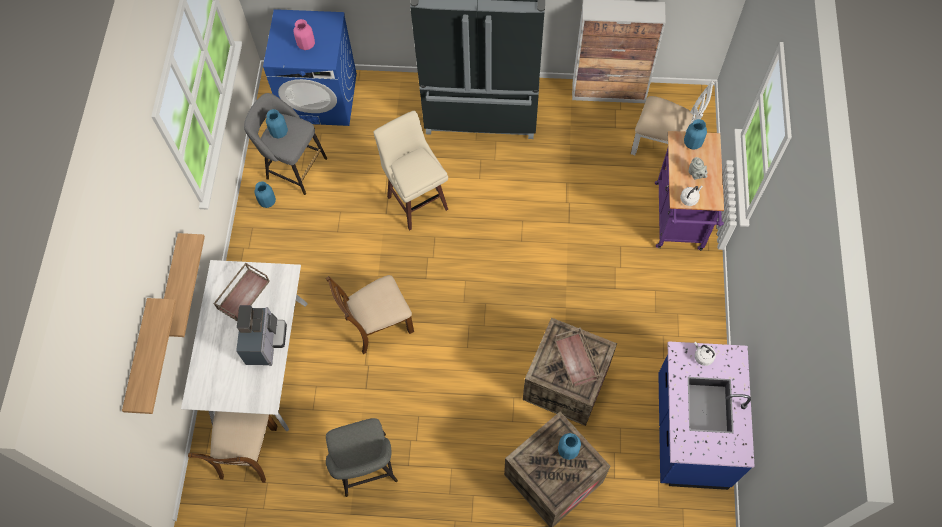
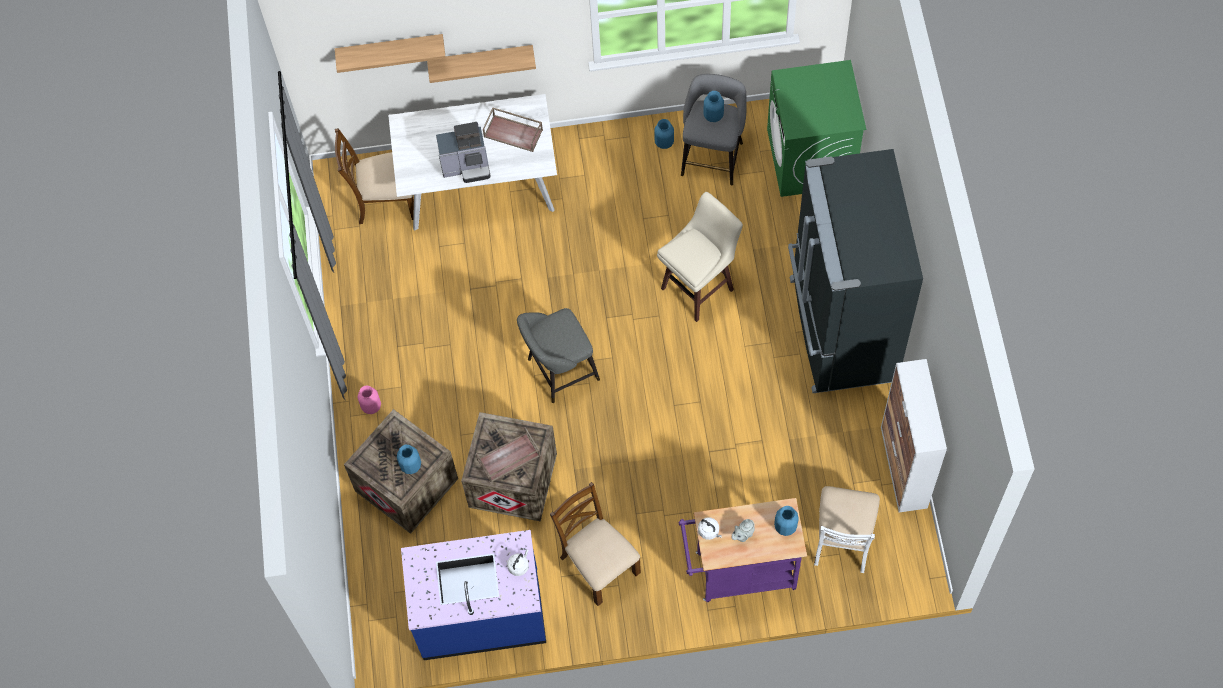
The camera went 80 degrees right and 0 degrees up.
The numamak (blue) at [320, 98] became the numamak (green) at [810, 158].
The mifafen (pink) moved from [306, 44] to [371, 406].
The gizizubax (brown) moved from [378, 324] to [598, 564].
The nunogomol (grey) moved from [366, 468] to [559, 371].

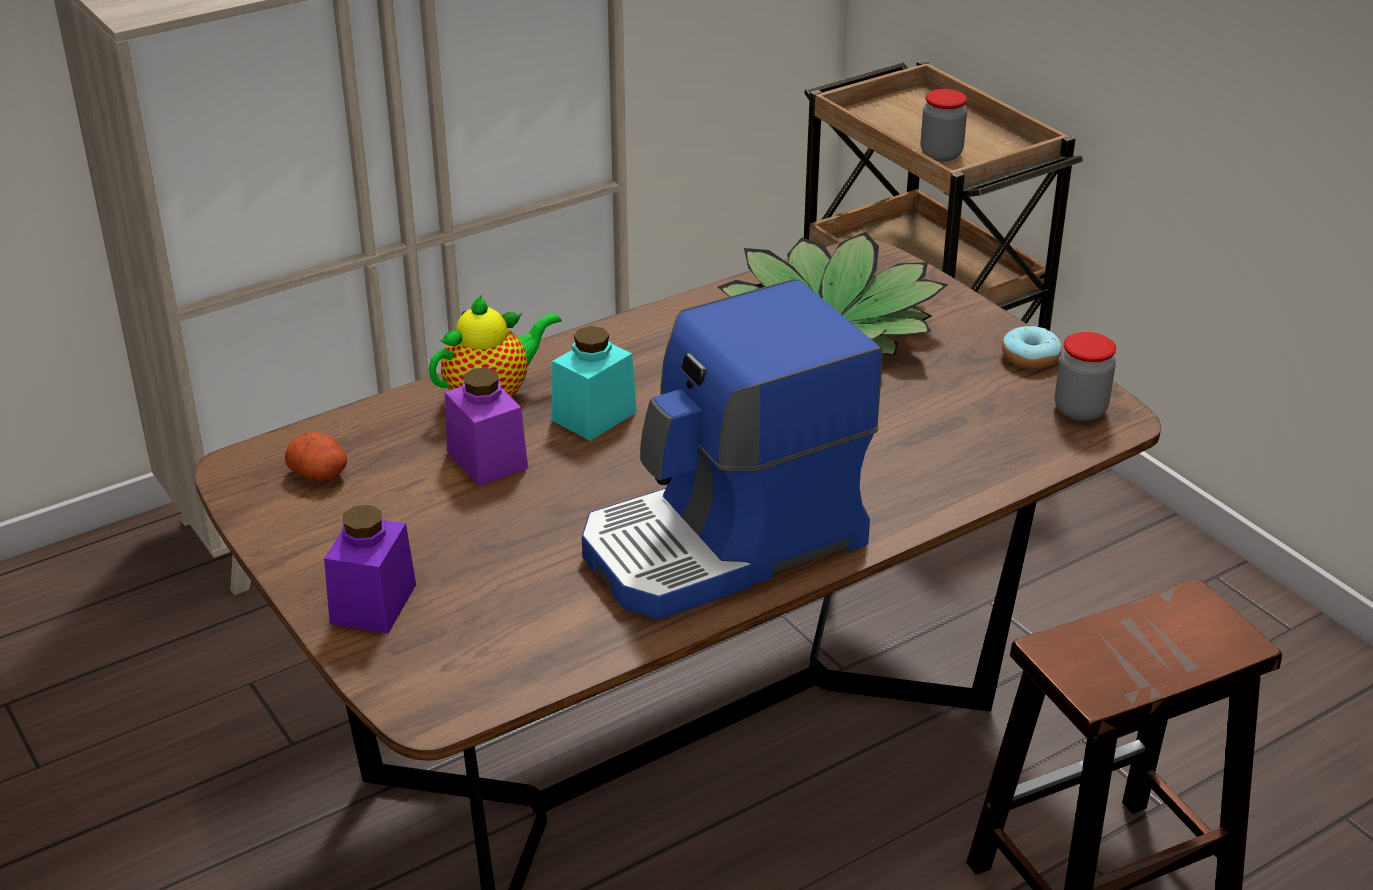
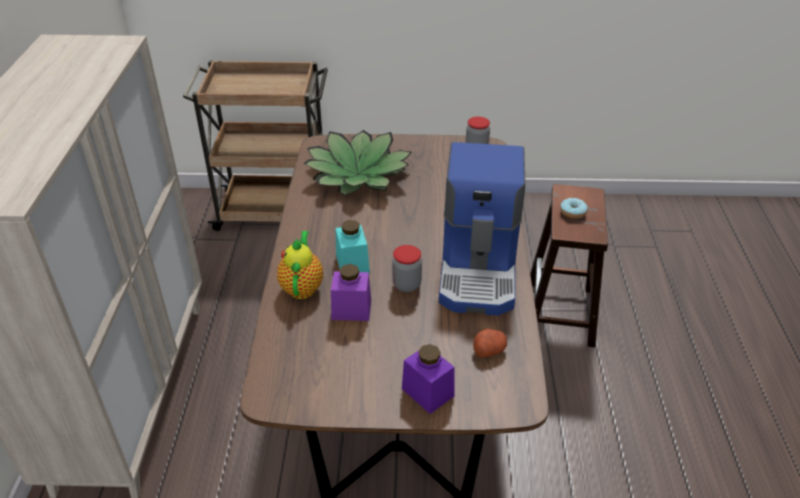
The camera went 55 degrees left and 5 degrees up.
The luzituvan moved from [320, 473] to [489, 350].
The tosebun moved from [941, 154] to [406, 285].
The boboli moved from [1030, 357] to [573, 212].

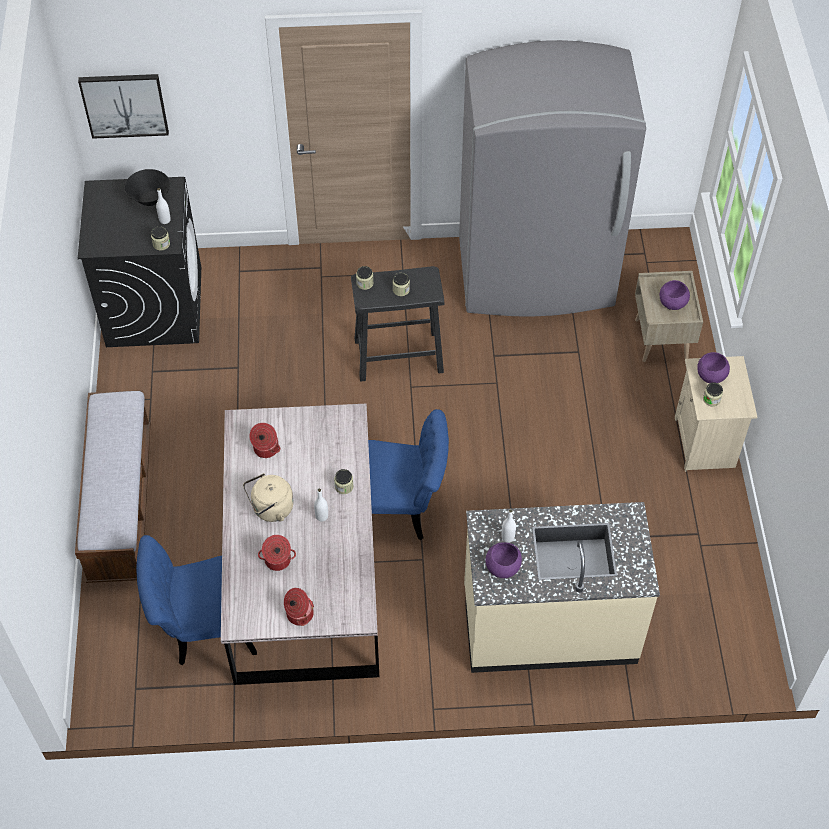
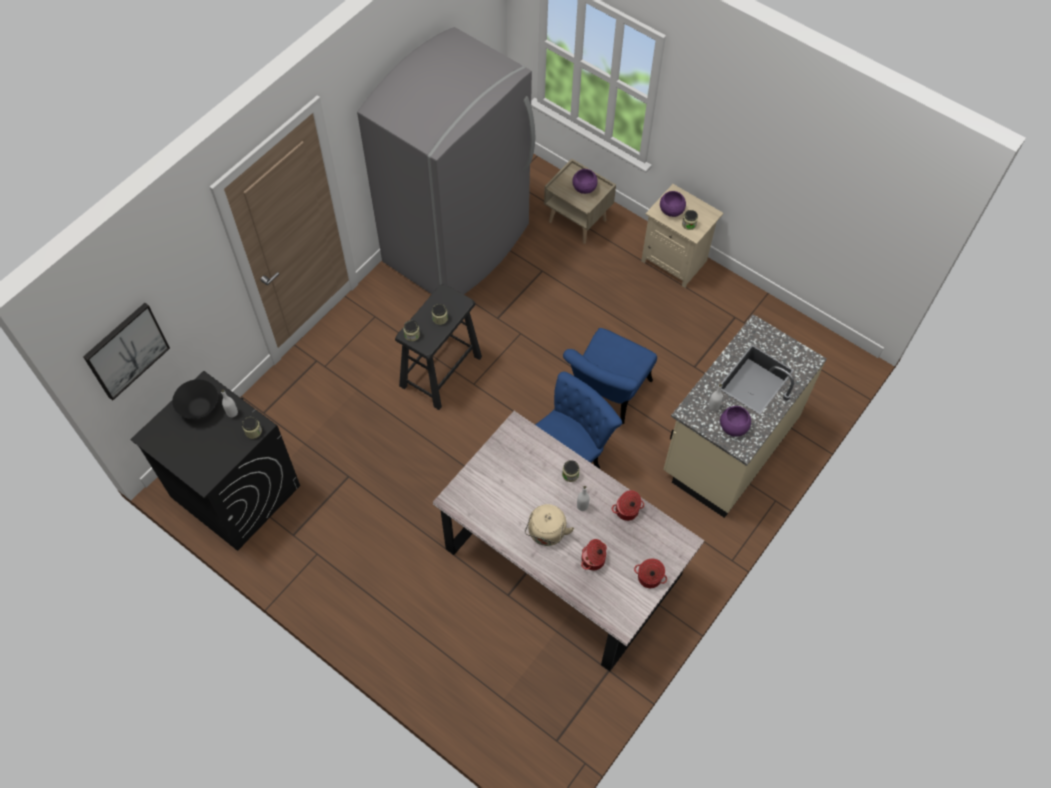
The camera went 50 degrees left and 5 degrees up.
The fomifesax at [121, 504] disappeared.
The gizizubax (blue) moved from [202, 628] to [606, 396].
The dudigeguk moved from [265, 449] to [627, 511].

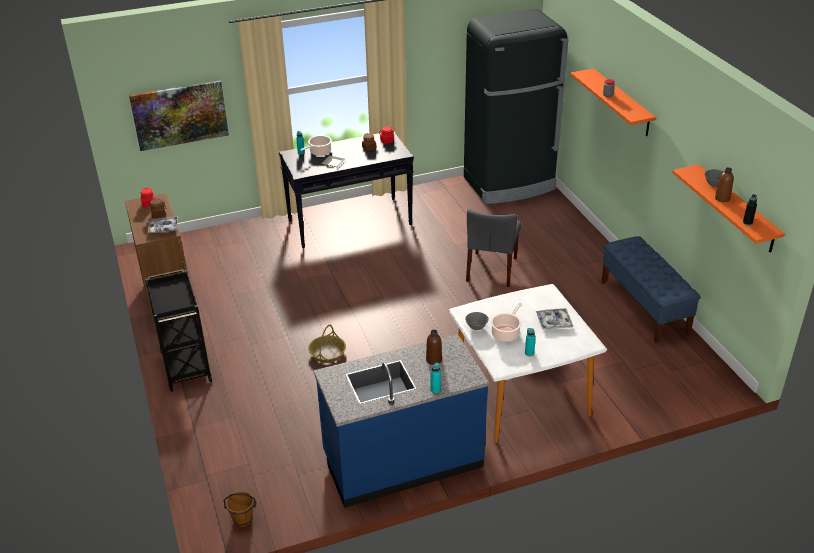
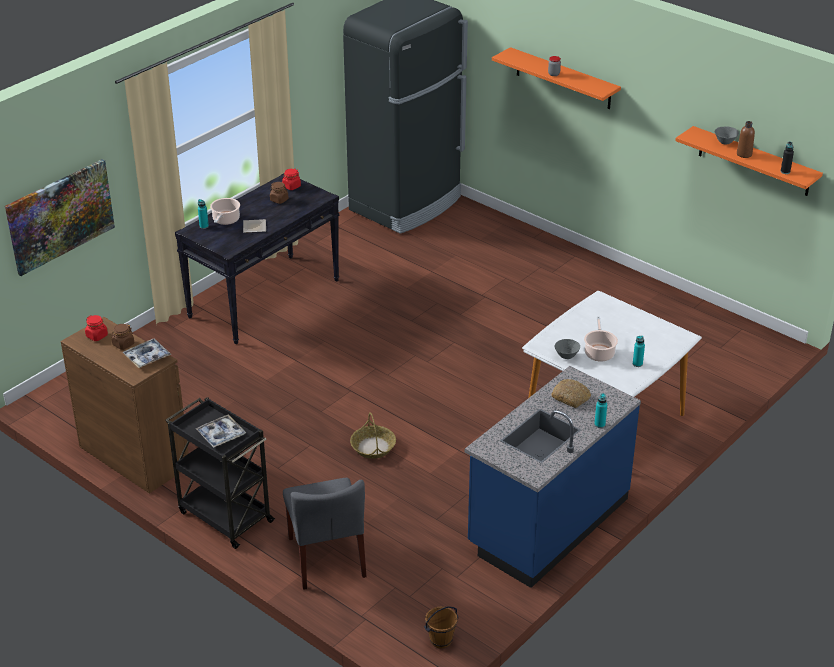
The camera went 30 degrees left and 0 degrees up.
The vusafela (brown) at [434, 360] was replaced by the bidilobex at [571, 397].
The gizizubax (grey) moved from [492, 269] to [327, 557].
The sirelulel moved from [554, 322] to [221, 435].
The fomifesax (blue) at [644, 307] disappeared.

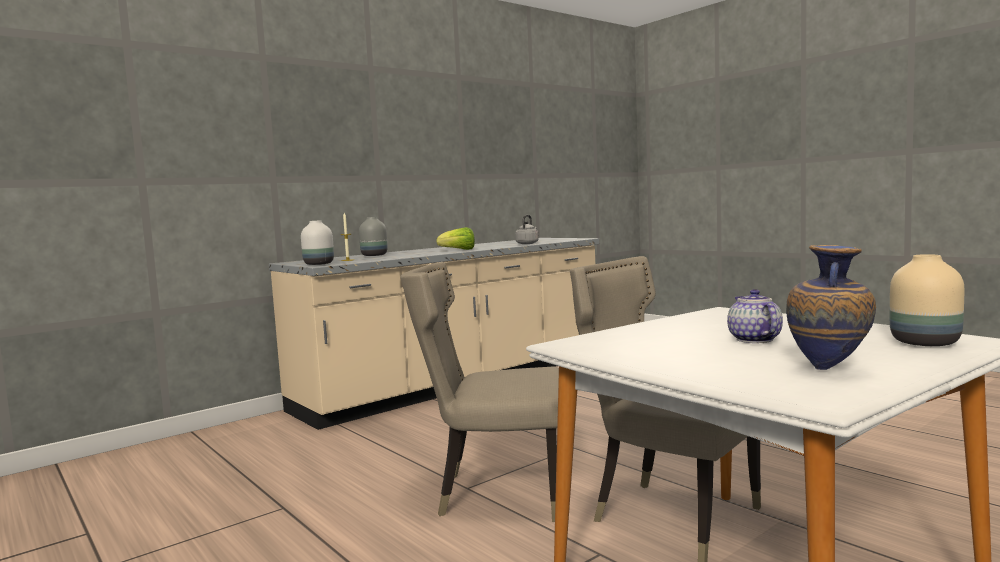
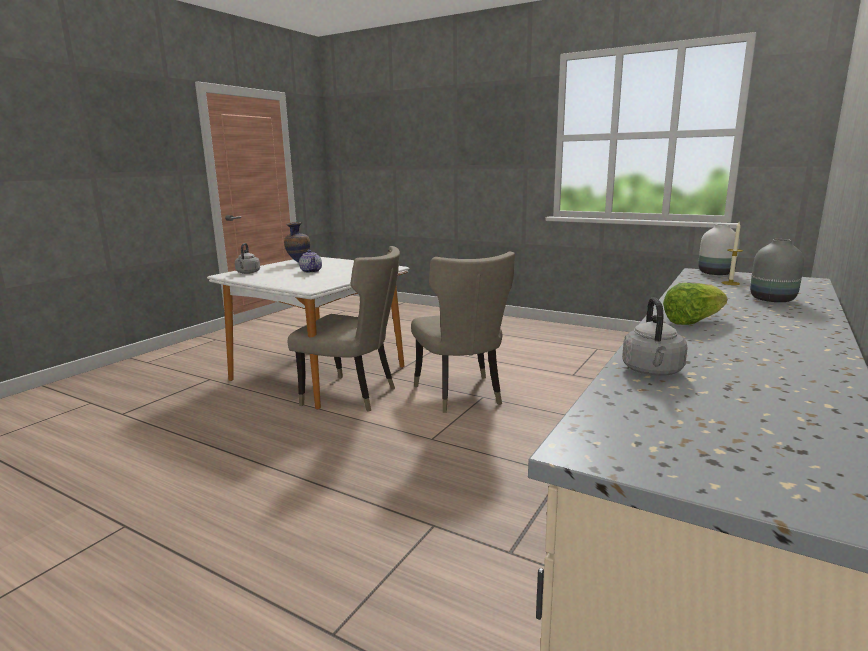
The camera went 160 degrees right and 10 degrees up.
The gizizubax (beige) at [495, 493] turned 90 degrees clockwise.
The mifafen (beige) at [923, 343] was replaced by the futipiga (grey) at [247, 273].

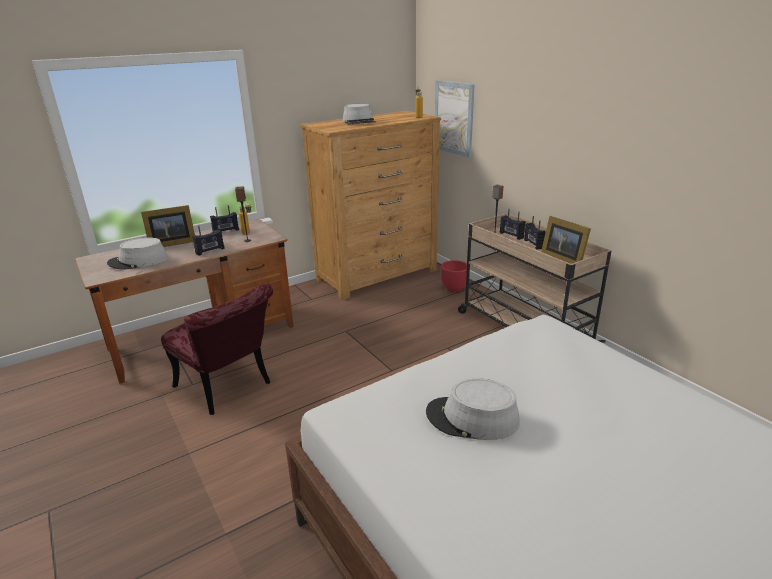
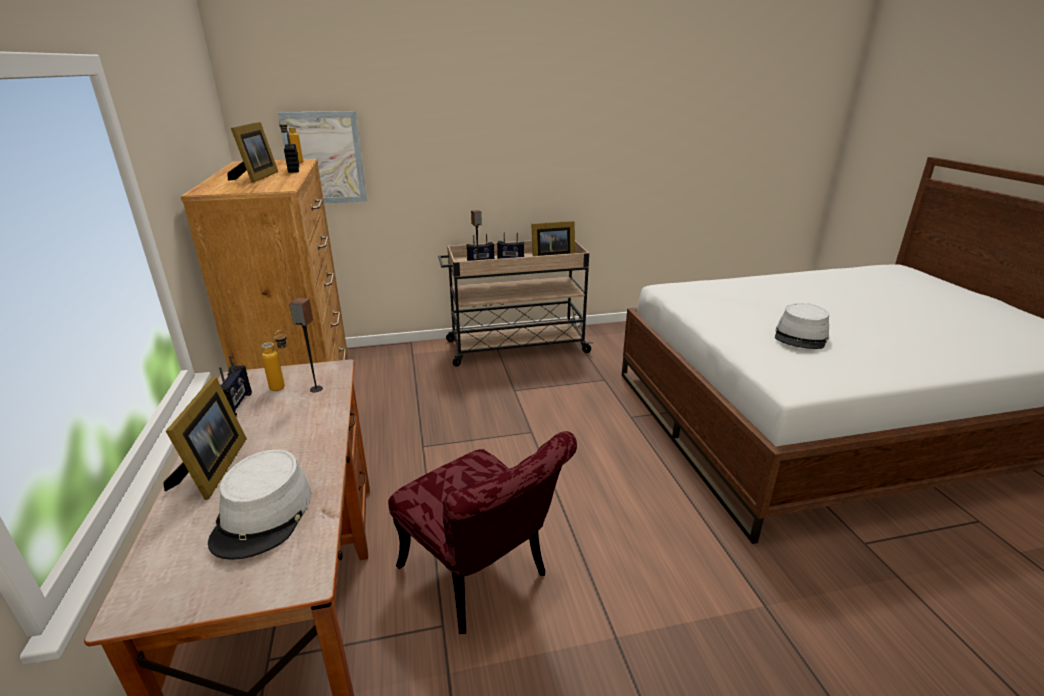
The camera went 70 degrees left and 0 degrees up.
The gizizubax (red) at [228, 388] turned 75 degrees clockwise.
The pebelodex moved from [210, 251] to [294, 170].
The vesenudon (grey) at [359, 122] was replaced by the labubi at [256, 177].
The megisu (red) at [454, 289] disappeared.

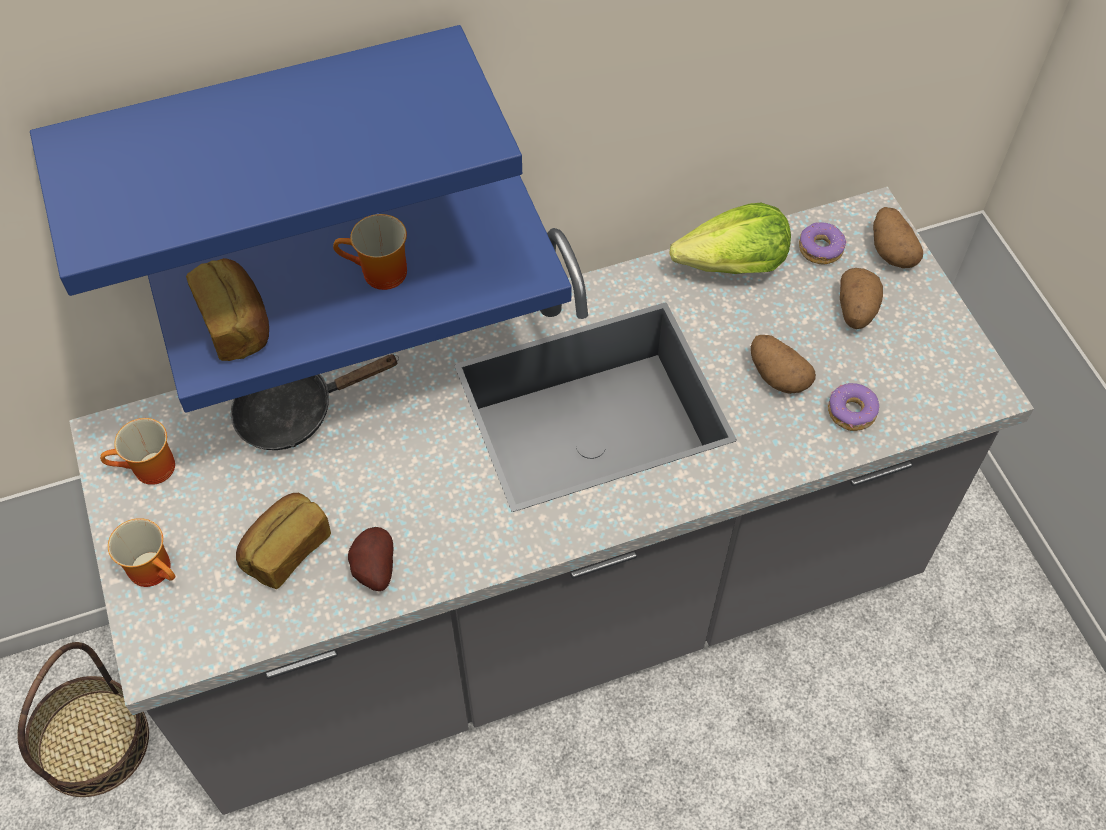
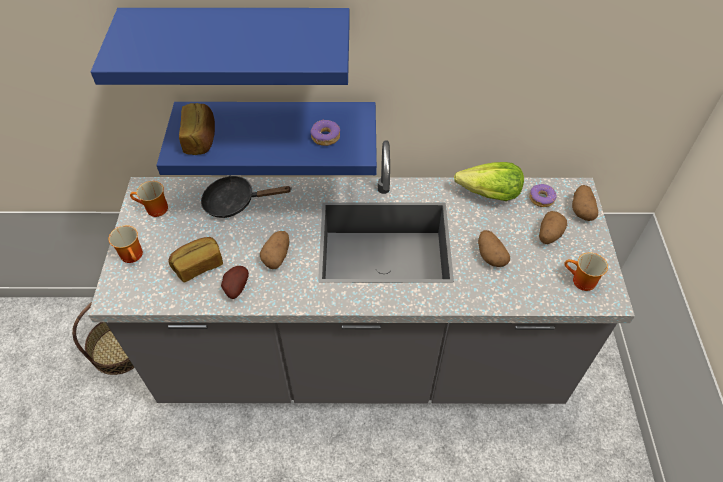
The camera went 20 degrees right and 5 degrees down.
The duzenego moved from [379, 275] to [580, 282].
The boboli moved from [851, 412] to [325, 137].
The luzituvan at [277, 256] appeared.

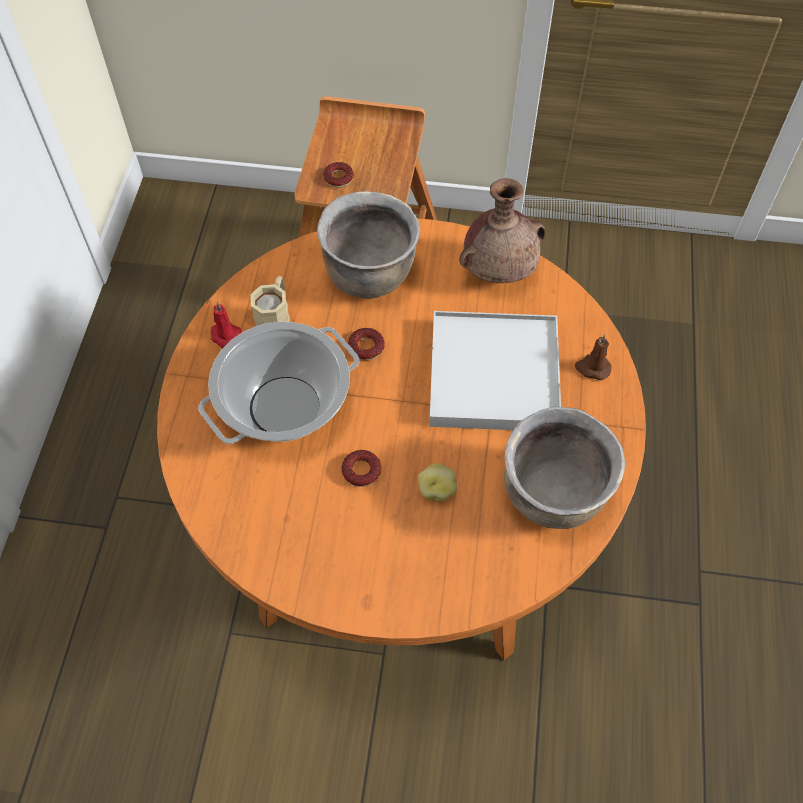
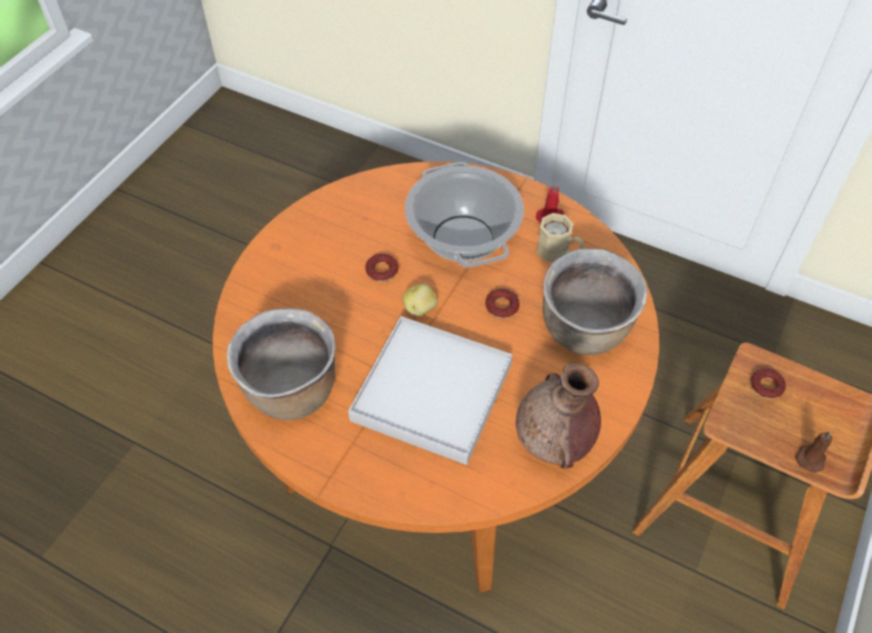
The camera went 110 degrees right and 5 degrees down.
The luzituvan moved from [437, 489] to [420, 308].
The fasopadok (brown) moved from [592, 368] to [810, 457].

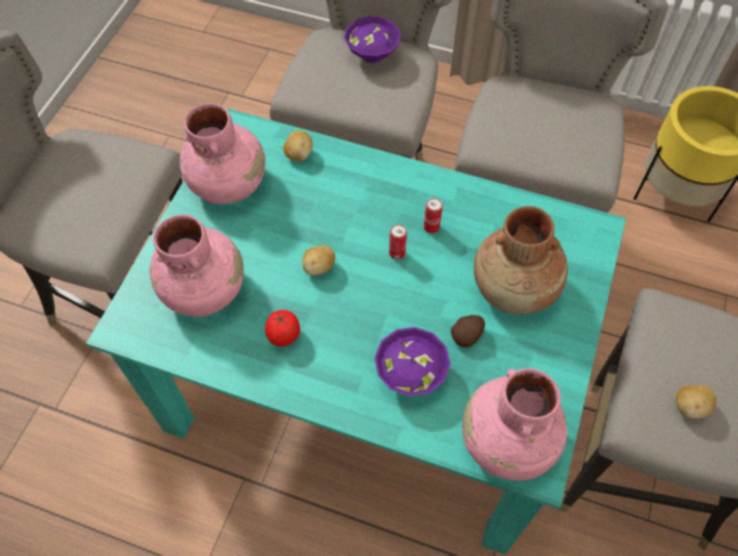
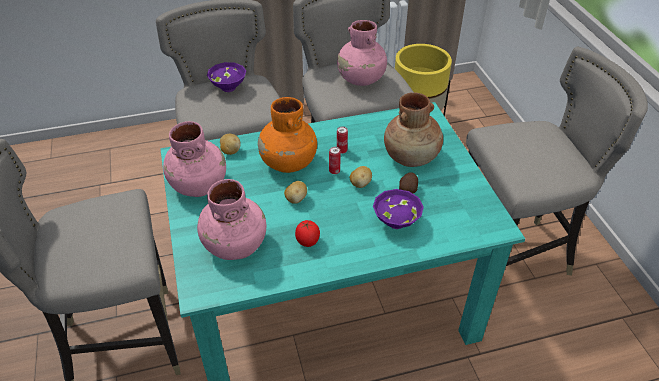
The camera went 35 degrees left and 15 degrees down.
The mifafen (pink) moved from [506, 442] to [361, 79].
The luzituvan moved from [689, 406] to [360, 184].
The mifafen (orange) at [288, 163] appeared.

